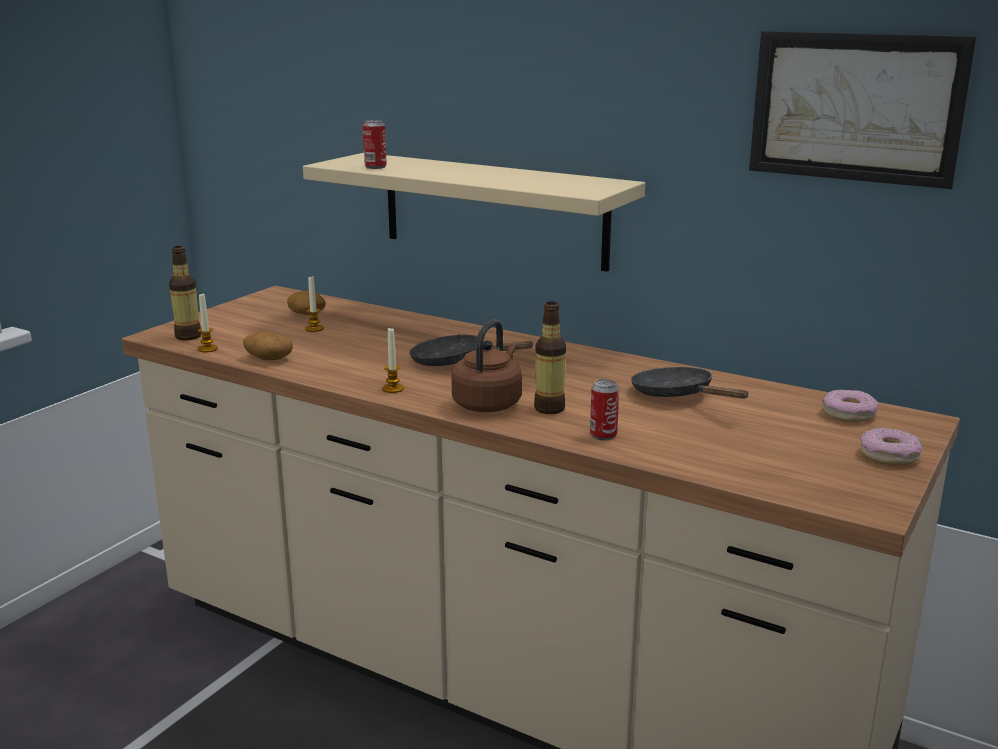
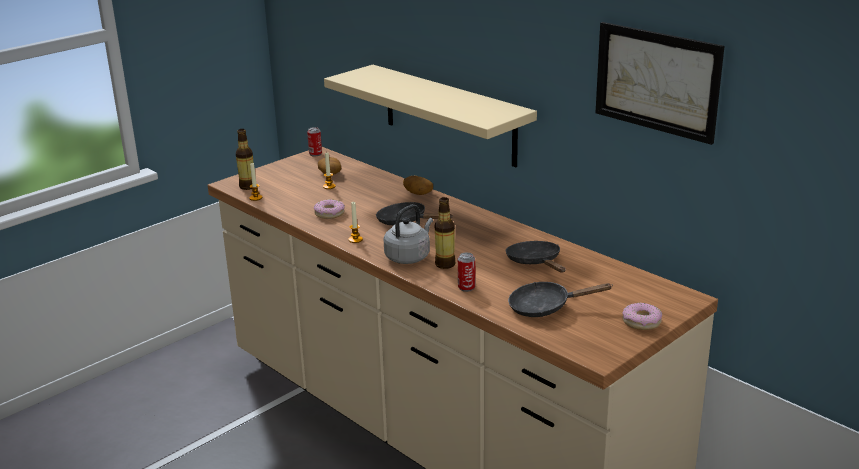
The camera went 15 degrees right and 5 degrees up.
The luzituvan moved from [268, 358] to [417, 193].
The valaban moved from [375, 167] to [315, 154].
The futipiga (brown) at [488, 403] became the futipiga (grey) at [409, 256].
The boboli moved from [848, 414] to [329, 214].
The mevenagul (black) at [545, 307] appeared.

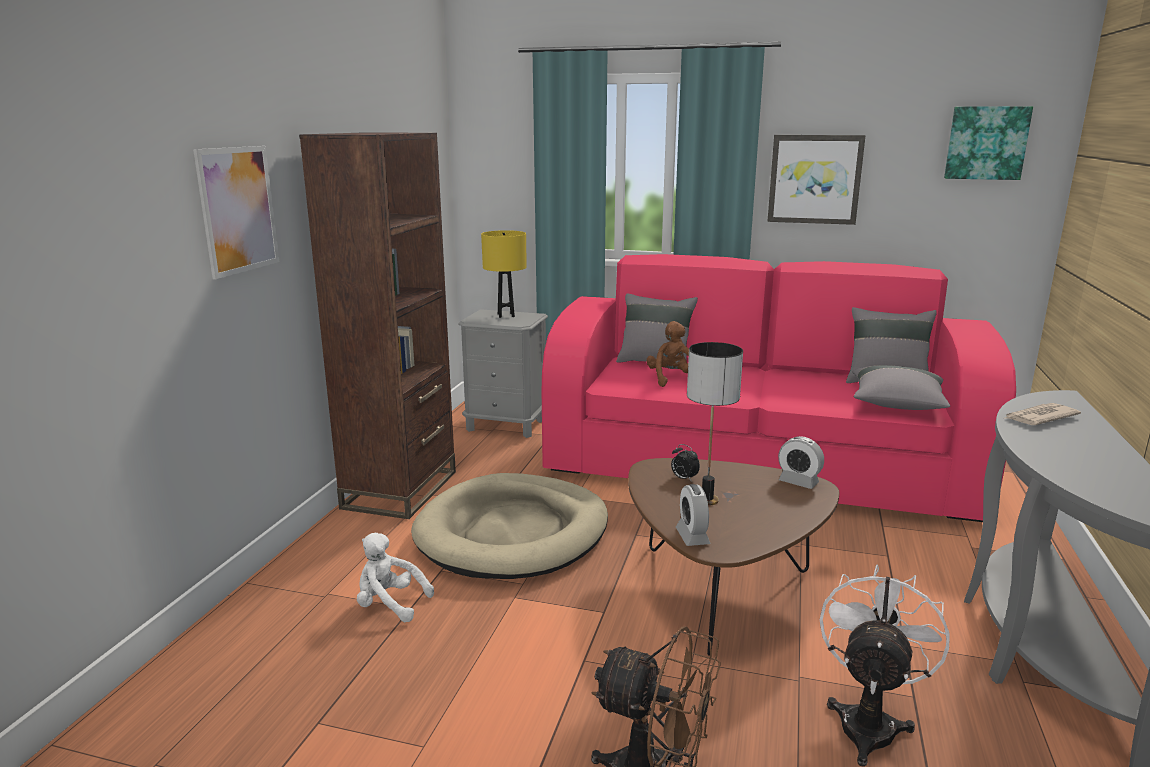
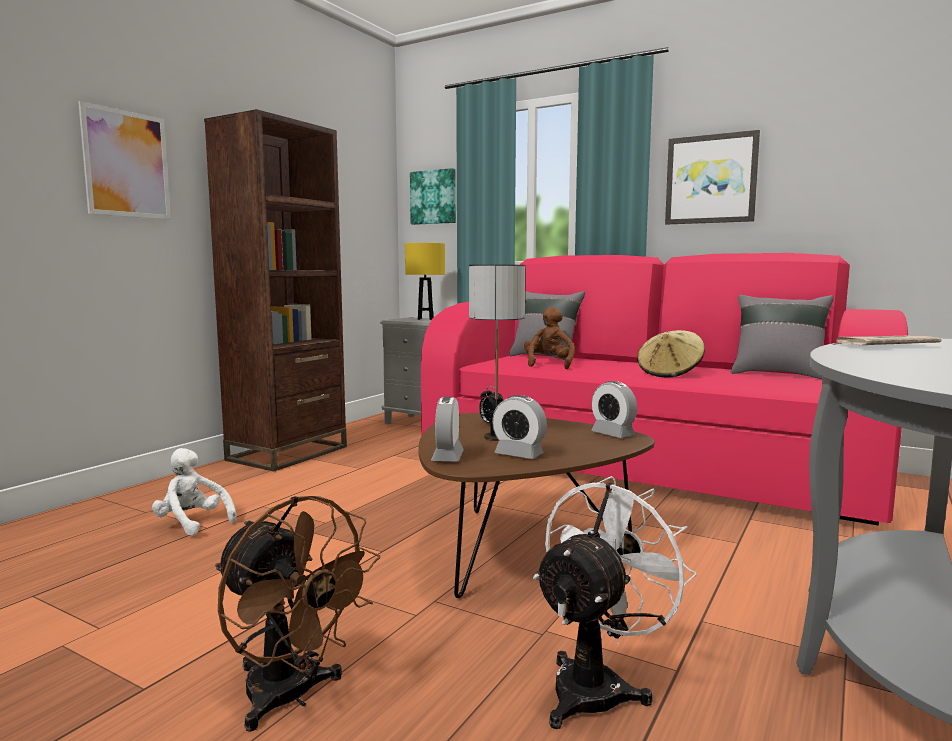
The camera went 15 degrees right and 10 degrees down.
The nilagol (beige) at [513, 532] disappeared.
The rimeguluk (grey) at [896, 405] disappeared.
The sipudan moved from [986, 143] to [434, 197].
The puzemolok at [518, 454] appeared.
The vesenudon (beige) at [670, 373] appeared.

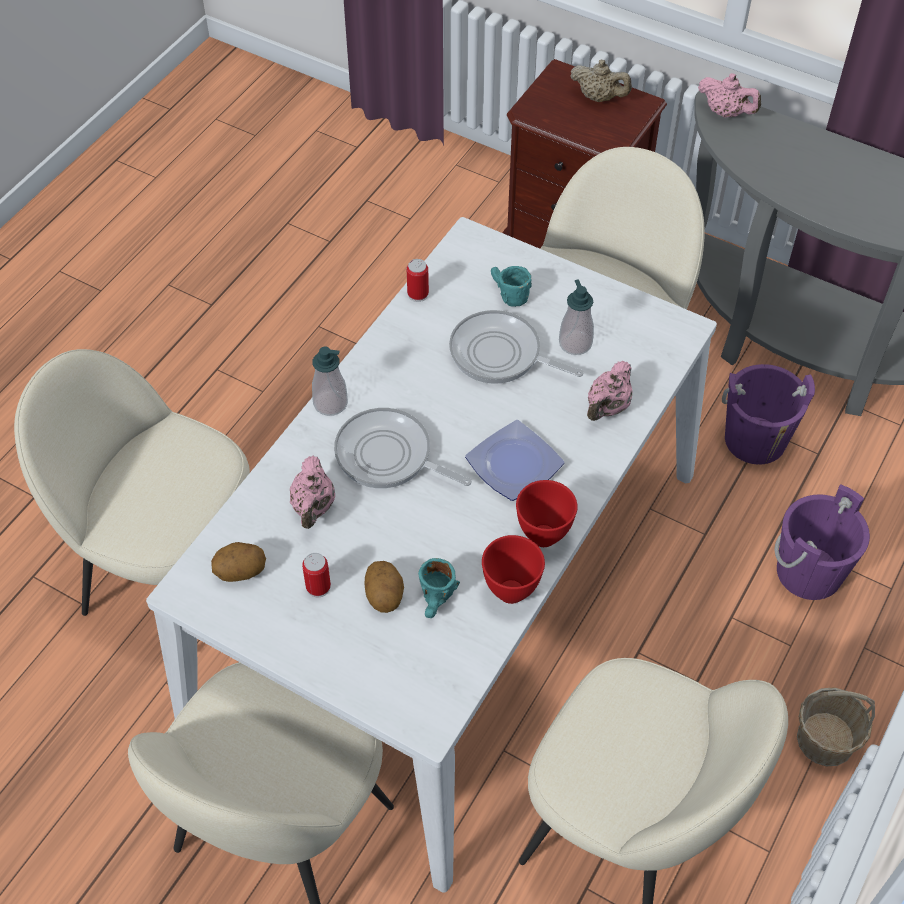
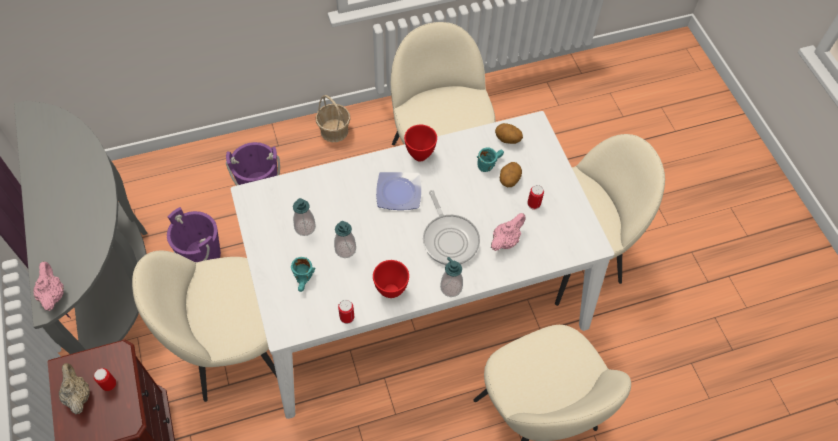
The camera went 140 degrees left and 5 degrees up.
The luzituvan moved from [241, 571] to [507, 140].
The mevenagul at [500, 355] was replaced by the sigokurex at [345, 249].
The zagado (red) moved from [510, 593] to [392, 290].
The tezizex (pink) at [607, 407] disappeared.
The valaban at [109, 384] appeared.

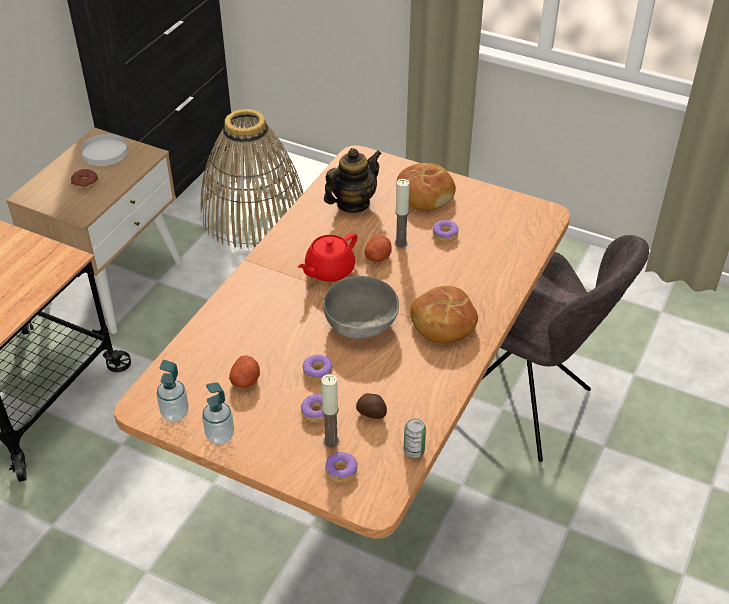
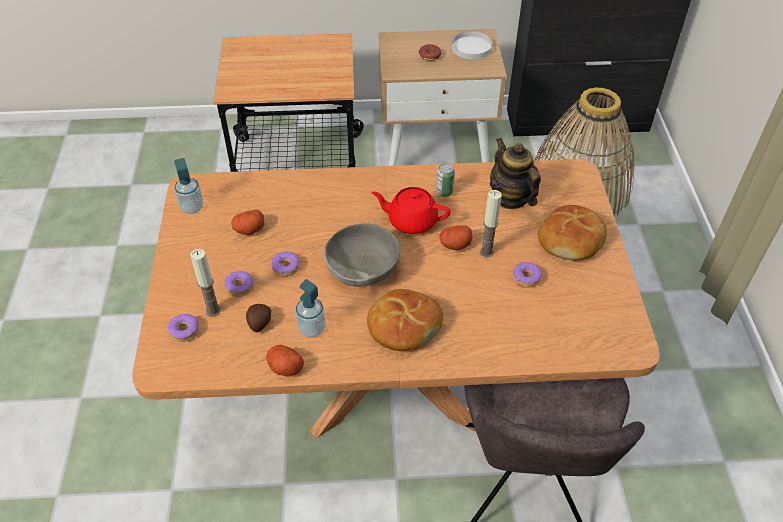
The camera went 60 degrees right and 5 degrees up.
The sigokurex moved from [220, 435] to [312, 329].
The tezizex at [353, 203] turned 135 degrees counterclockwise.
The valaban moved from [414, 450] to [444, 192].
The luzituvan at [284, 367] appeared.

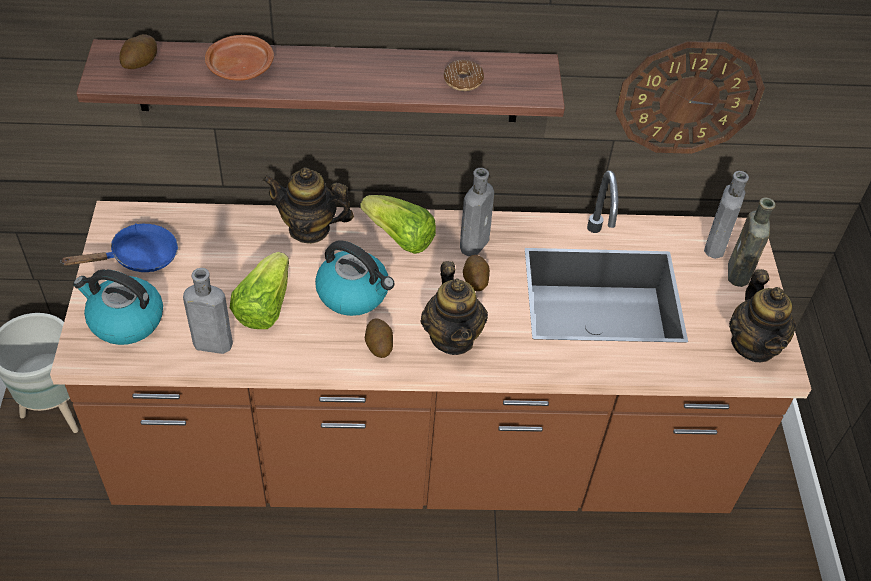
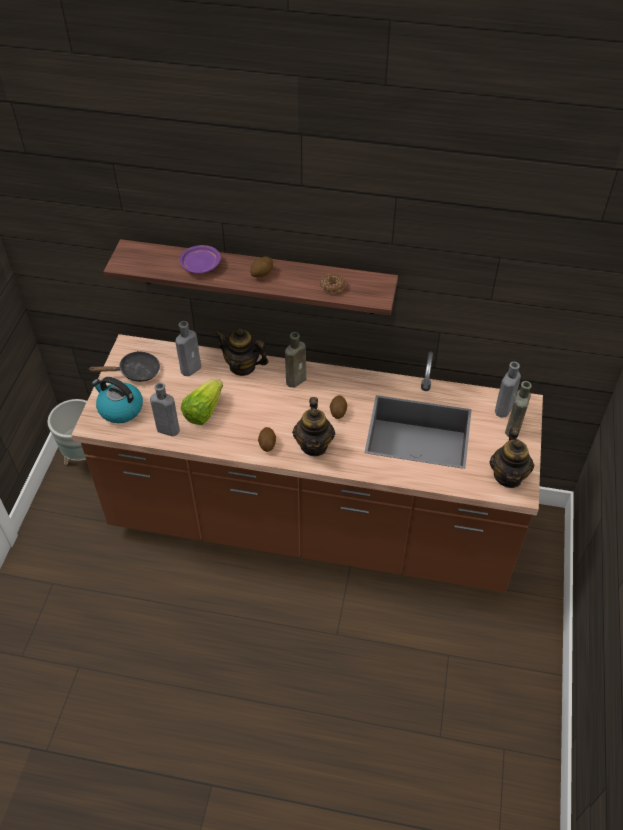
The camera went 15 degrees right and 0 degrees up.
The mevenagul (blue) at [138, 257] became the mevenagul (black) at [135, 372].
The luzituvan moved from [140, 64] to [262, 273].
The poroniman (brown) at [240, 67] became the poroniman (purple) at [201, 265].
The futipiga at [354, 293] disappeared.
The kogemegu at [399, 238] was replaced by the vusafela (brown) at [297, 379].
The vusafela (grey) moved from [475, 242] to [192, 368].
The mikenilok at [688, 97] disappeared.

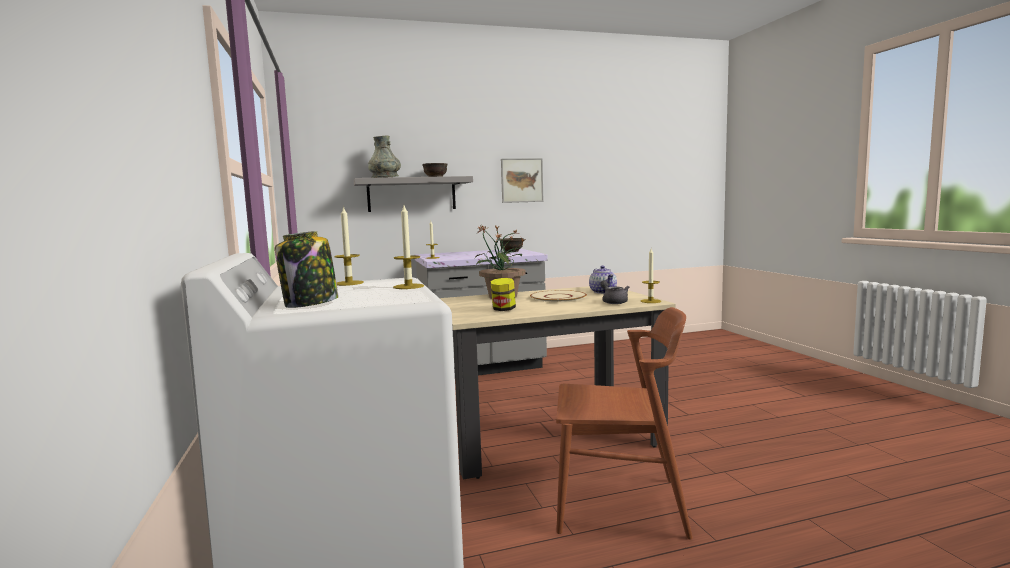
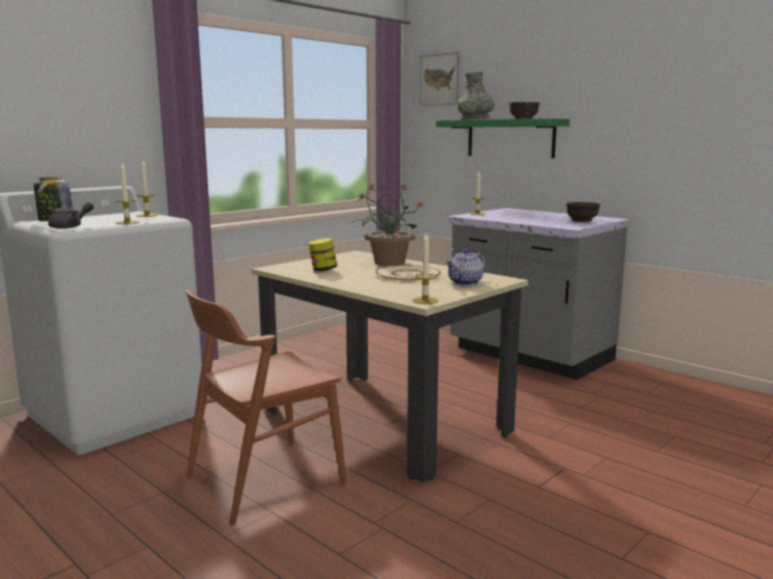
The camera went 60 degrees right and 5 degrees up.
The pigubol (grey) at [411, 194] became the pigubol (green) at [510, 138].
The sipudan moved from [522, 180] to [439, 79].
The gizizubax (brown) at [619, 504] turned 75 degrees clockwise.
The tezizex (grey) moved from [613, 302] to [71, 227].

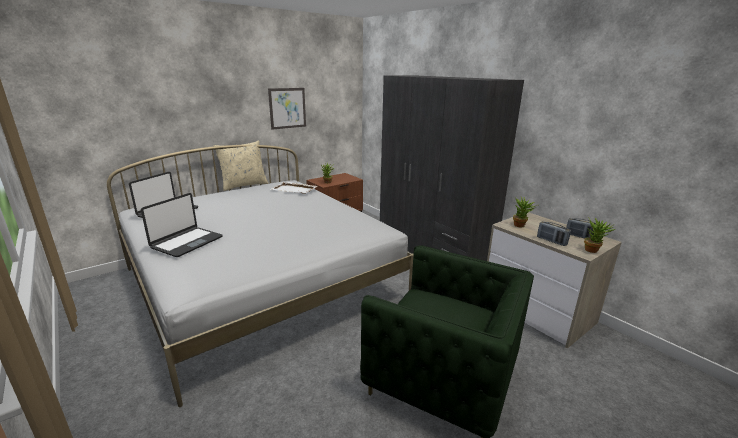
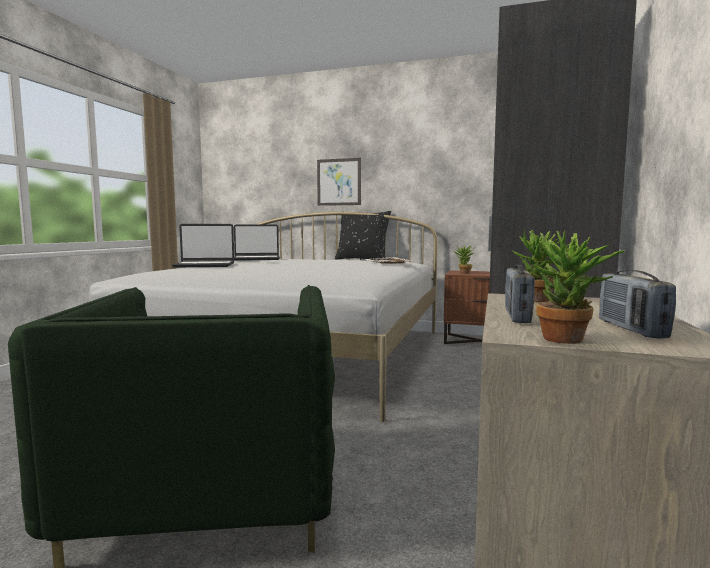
The camera went 55 degrees right and 15 degrees down.
The rimeguluk (beige) at [244, 185] became the rimeguluk (black) at [362, 259].
The sipudan moved from [287, 108] to [339, 182].

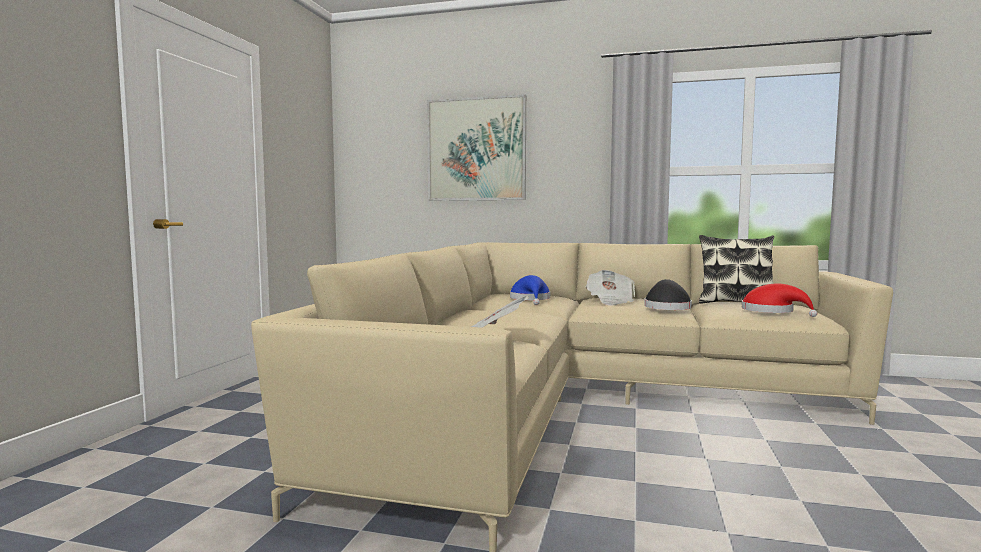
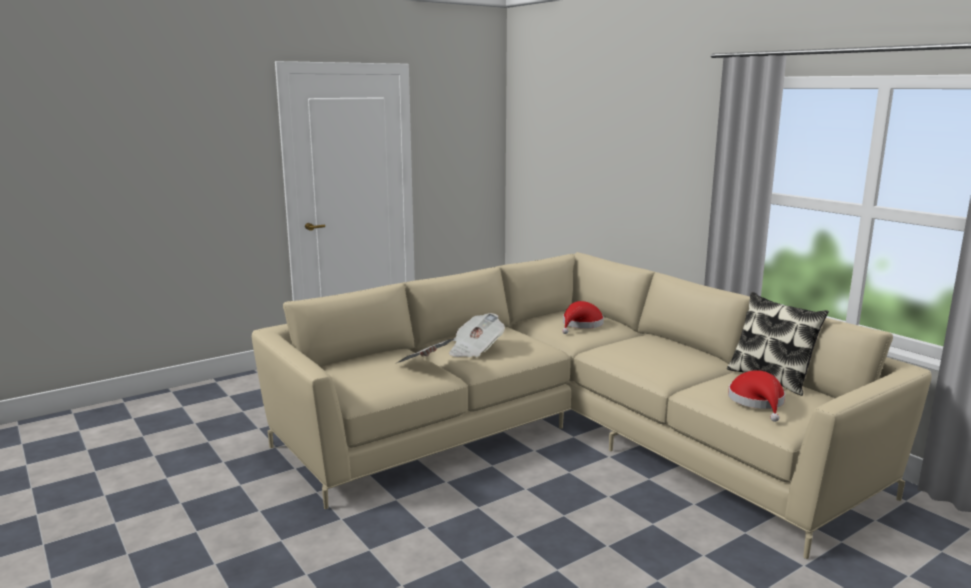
The camera went 40 degrees right and 10 degrees up.
The sipudan at [476, 149] disappeared.
The vesenudon (blue) at [531, 299] became the vesenudon (red) at [581, 325].
The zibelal moved from [610, 301] to [475, 350].
The vesenudon (black) at [666, 307] disappeared.

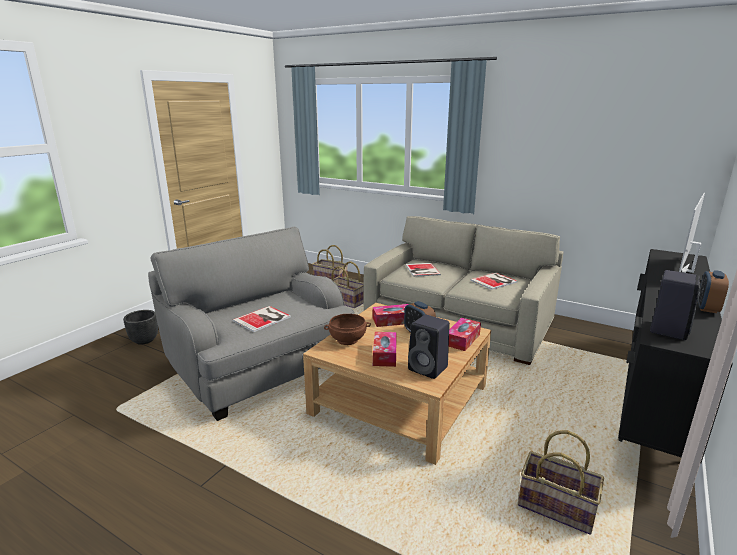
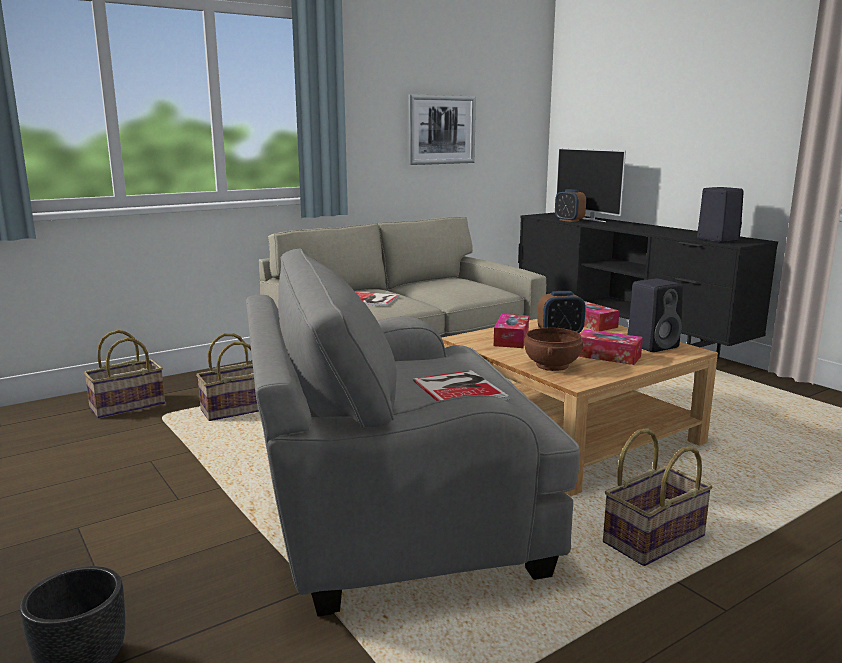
The camera went 65 degrees left and 5 degrees down.
The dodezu at [495, 281] disappeared.
The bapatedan moved from [557, 506] to [652, 539].
The puzemolok moved from [707, 308] to [569, 220].
The sipudan at [441, 130] appeared.

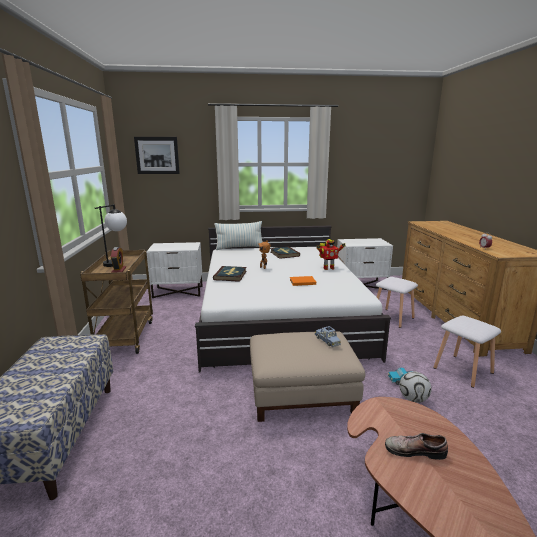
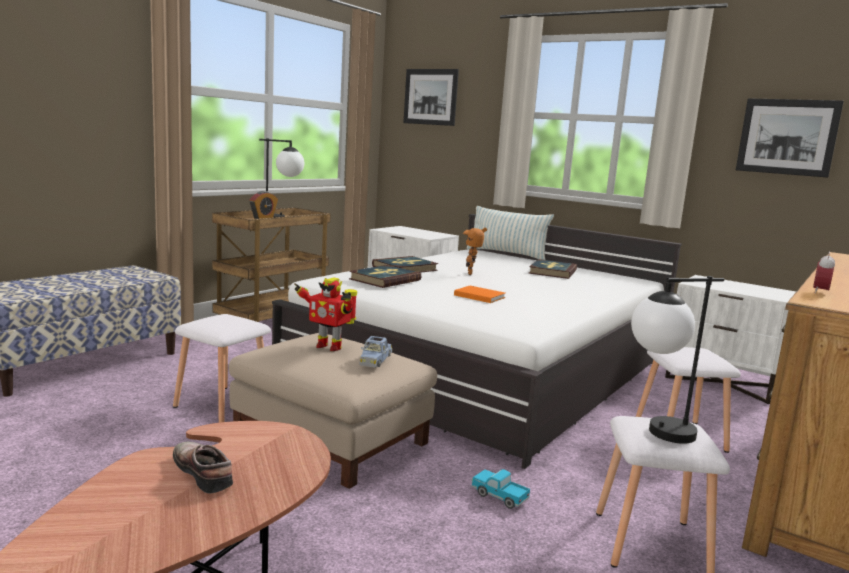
The camera went 40 degrees right and 5 degrees down.
The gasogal moved from [328, 268] to [329, 346].
The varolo at [413, 399] disappeared.
The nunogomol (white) at [223, 404] appeared.
The dodezu at [384, 279] appeared.
The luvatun at [656, 435] appeared.
The sipudan at [787, 137] appeared.

